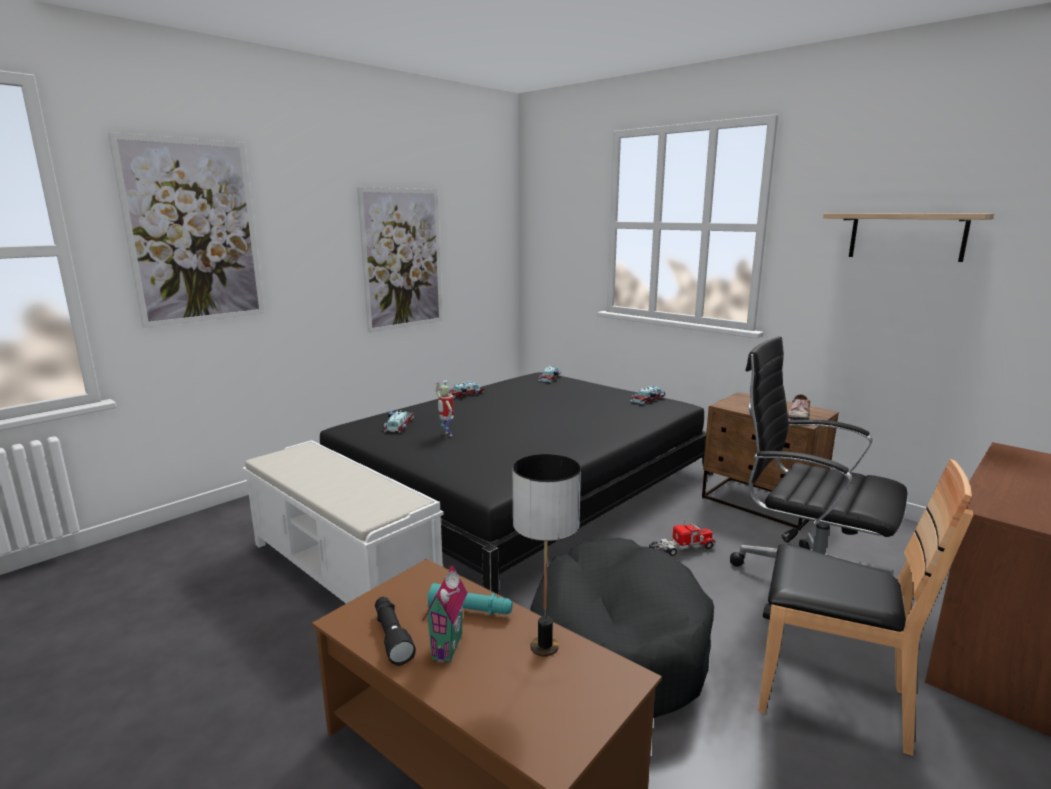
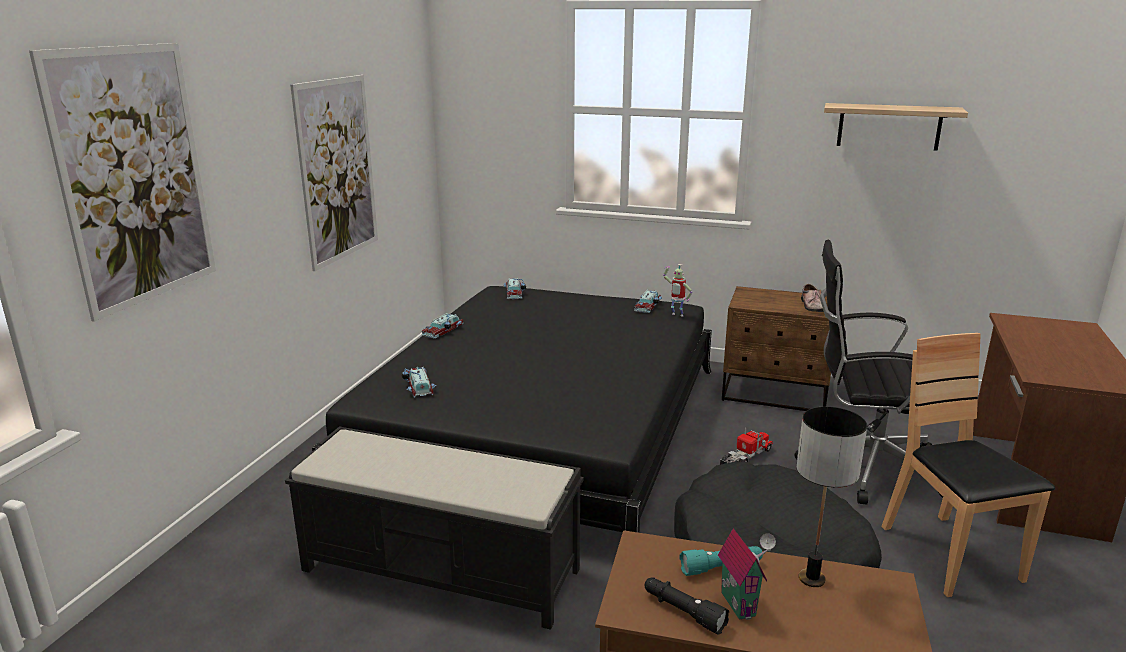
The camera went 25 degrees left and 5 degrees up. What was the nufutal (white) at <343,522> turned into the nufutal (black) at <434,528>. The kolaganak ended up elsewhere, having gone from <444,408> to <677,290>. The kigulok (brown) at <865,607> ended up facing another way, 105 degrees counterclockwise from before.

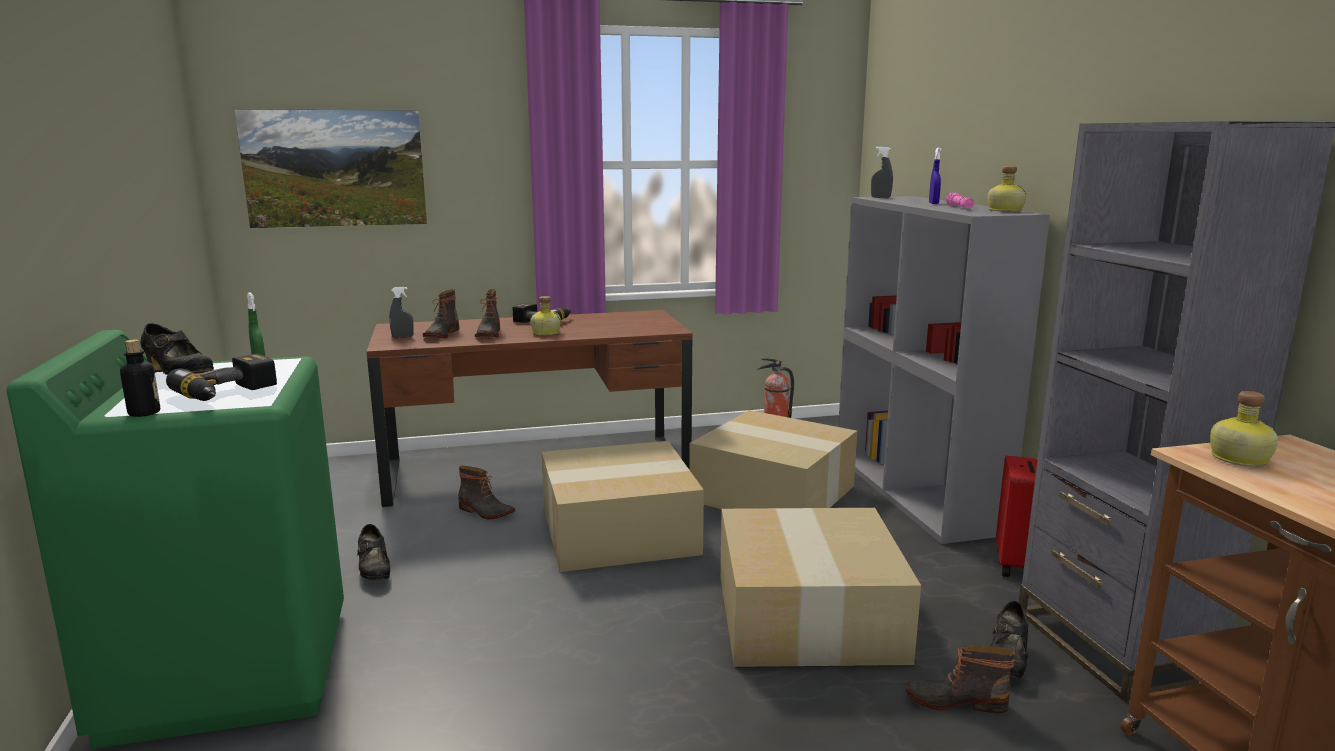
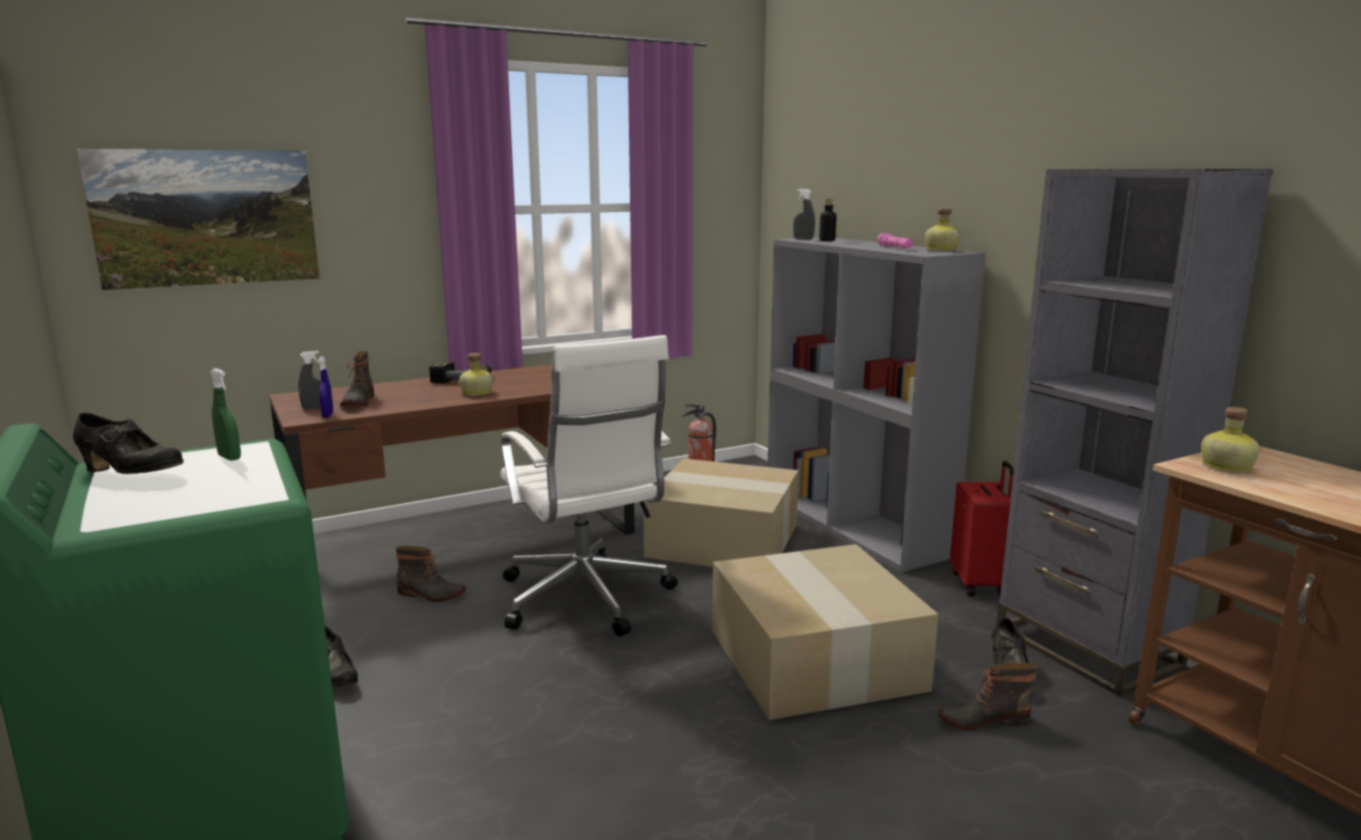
The camera went 15 degrees left and 0 degrees up. The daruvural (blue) ended up elsewhere, having gone from <935,176> to <325,387>. Where the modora stood at <623,506>, the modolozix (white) came to stand at <589,485>. The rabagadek ended up elsewhere, having gone from <140,378> to <828,220>. The second view lost the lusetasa at <221,377>. The second view lost the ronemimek at <487,313>.

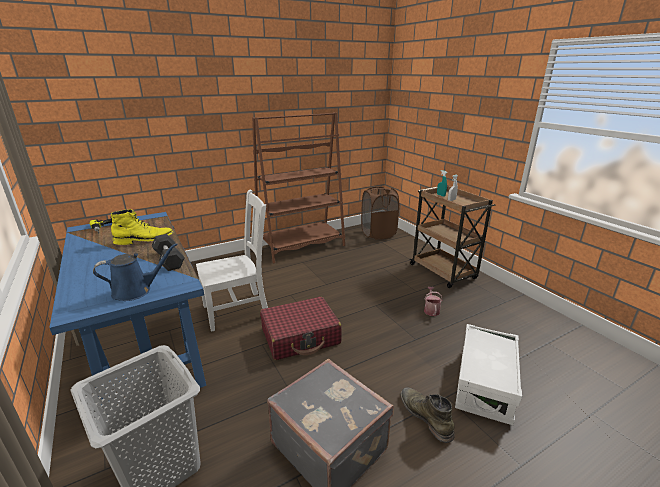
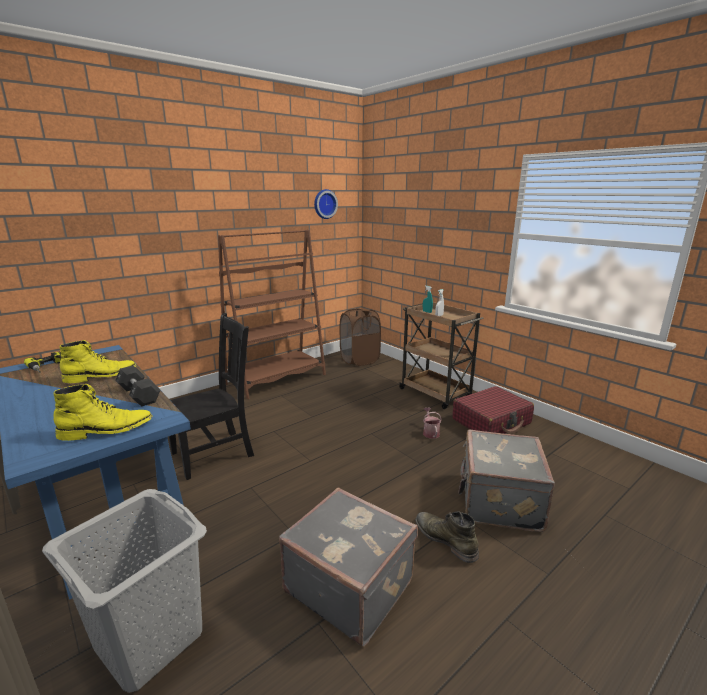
The camera went 10 degrees left and 5 degrees down. Where the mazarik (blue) stood at <135,272>, the ronemimek (yellow) came to stand at <103,412>. What was the kigulok (white) at <232,260> turned into the kigulok (black) at <211,396>. The second view gained the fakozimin at <326,204>. The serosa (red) ended up elsewhere, having gone from <301,328> to <493,410>. Where the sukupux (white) stood at <488,374>, the serosa (grey) came to stand at <506,480>.

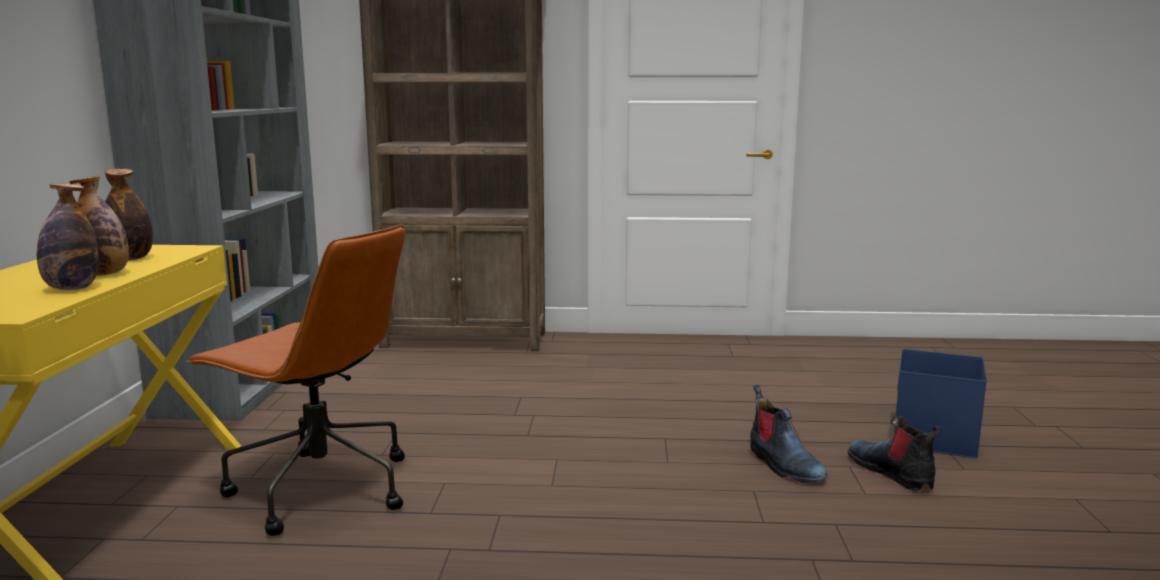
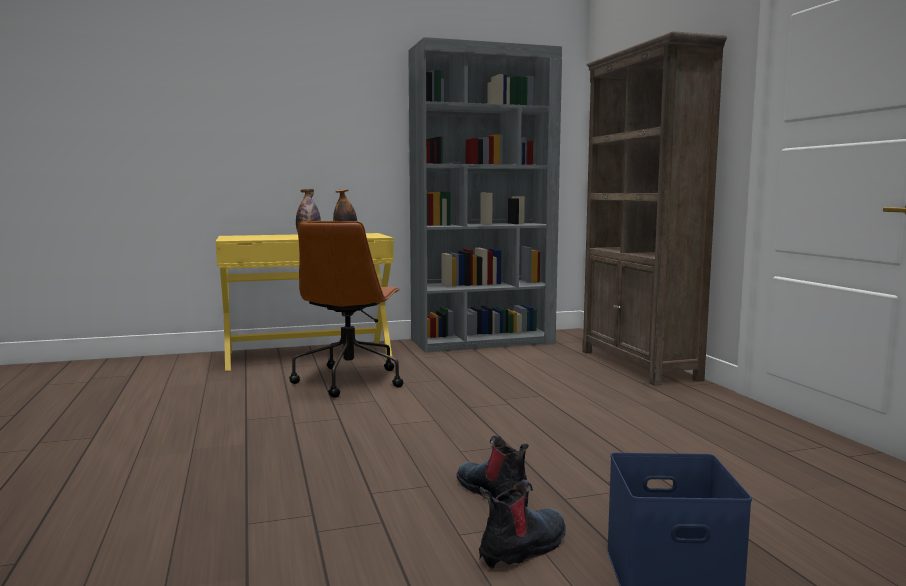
The camera went 70 degrees right and 5 degrees down. The ronemimek at <789,434> ended up facing another way, 105 degrees clockwise from before. The second view lost the rabagadek at <68,237>.

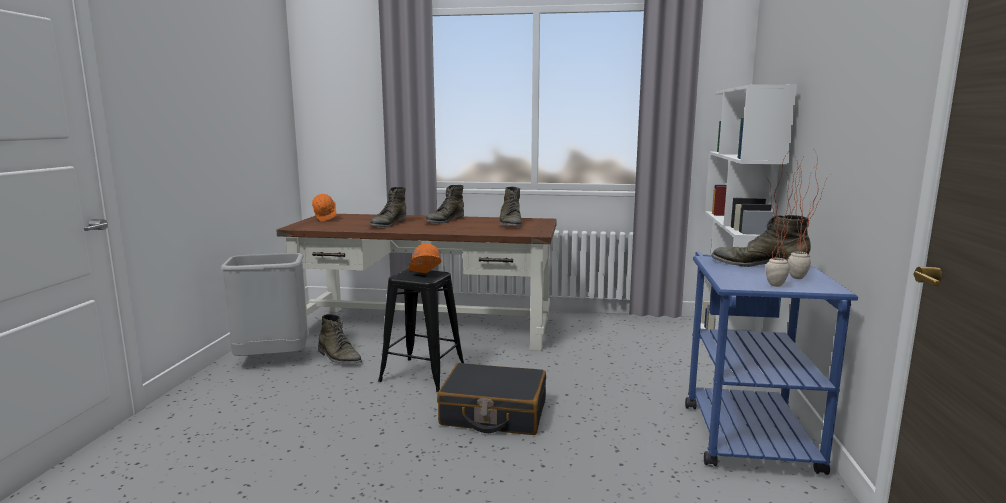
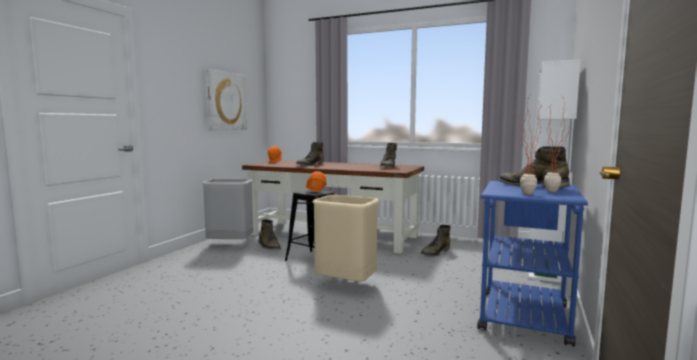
The camera went 15 degrees right and 5 degrees down. The second view gained the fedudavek at <226,99>. Where the serosa (black) stood at <491,399>, the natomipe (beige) came to stand at <345,238>. The ronemimek (green) ended up elsewhere, having gone from <444,204> to <436,241>.

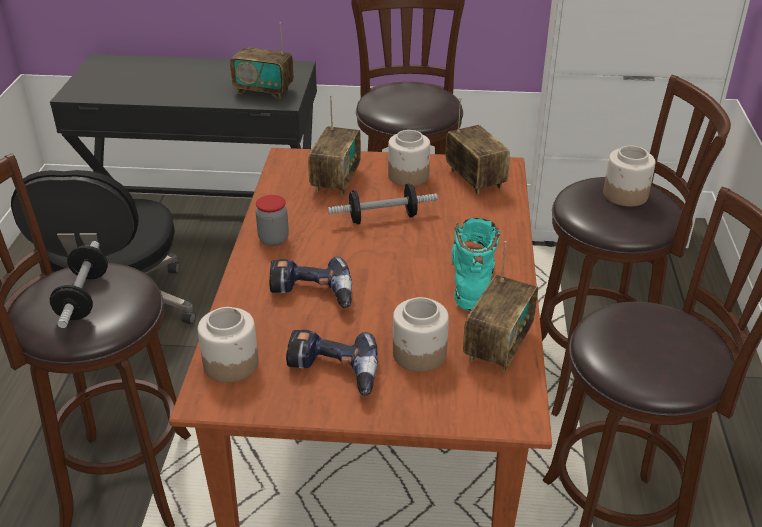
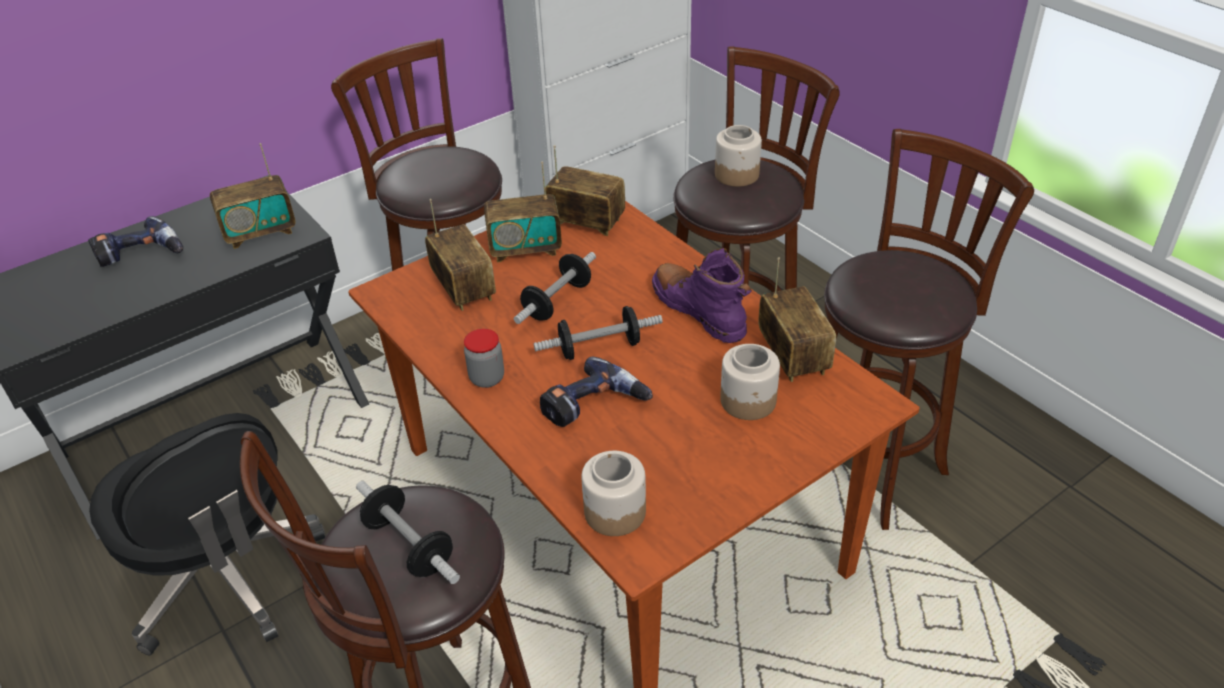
The camera went 40 degrees left and 5 degrees up. The lusetasa ended up elsewhere, having gone from <332,363> to <135,241>. Where the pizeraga stood at <409,158>, the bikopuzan came to stand at <523,211>. The second view gained the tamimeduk at <598,333>. What was the ronemimek (turquoise) at <475,264> turned into the ronemimek (purple) at <702,295>.

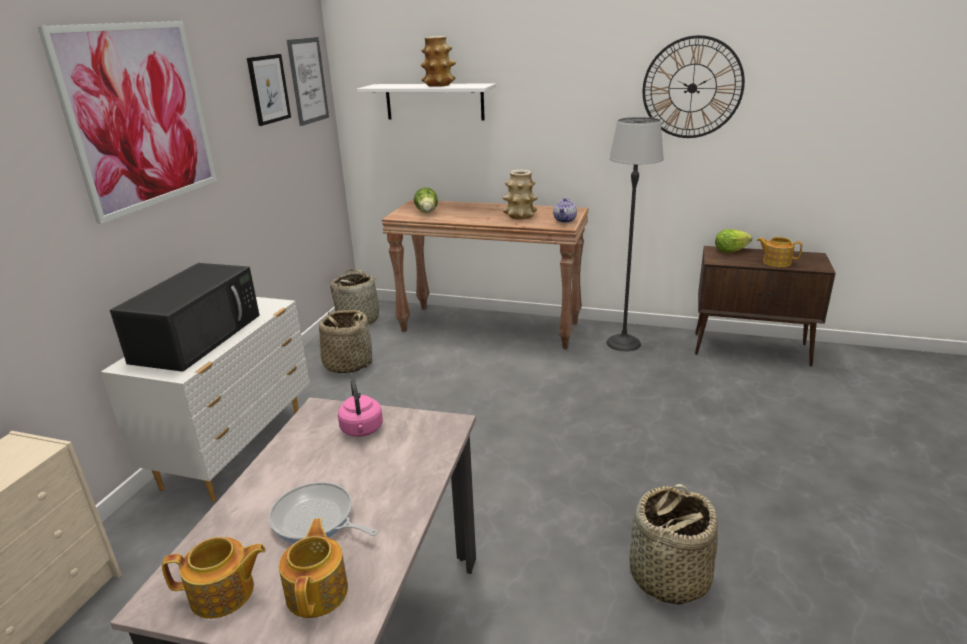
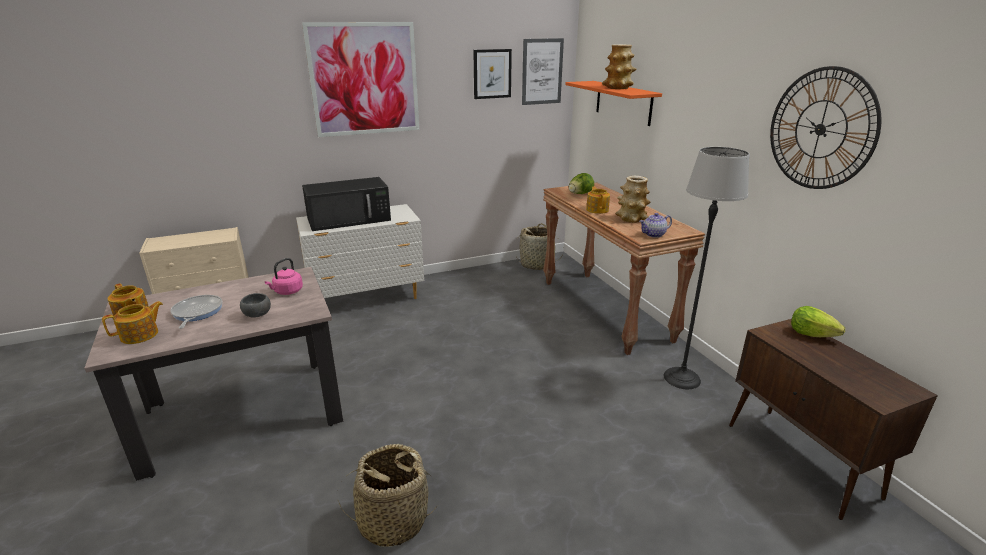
The camera went 50 degrees right and 0 degrees up. The second view gained the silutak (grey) at <255,305>. What was the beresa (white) at <426,102> turned into the beresa (orange) at <614,103>. The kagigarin ended up elsewhere, having gone from <779,252> to <598,200>. The second view lost the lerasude at <345,341>.

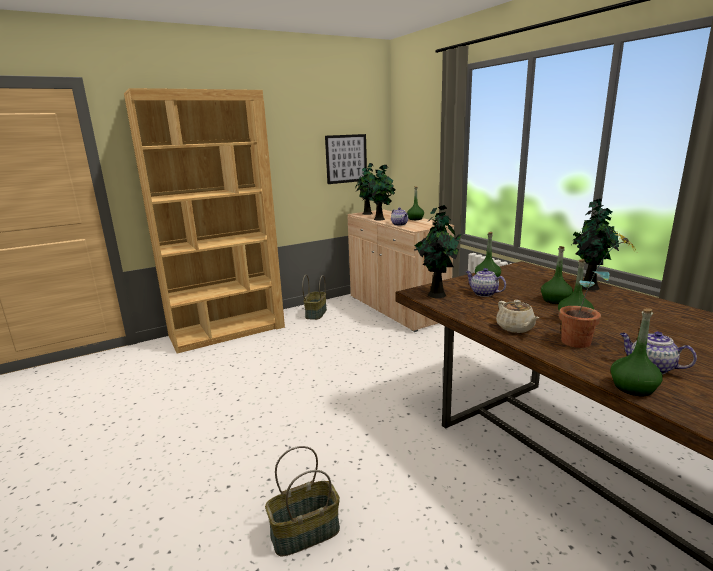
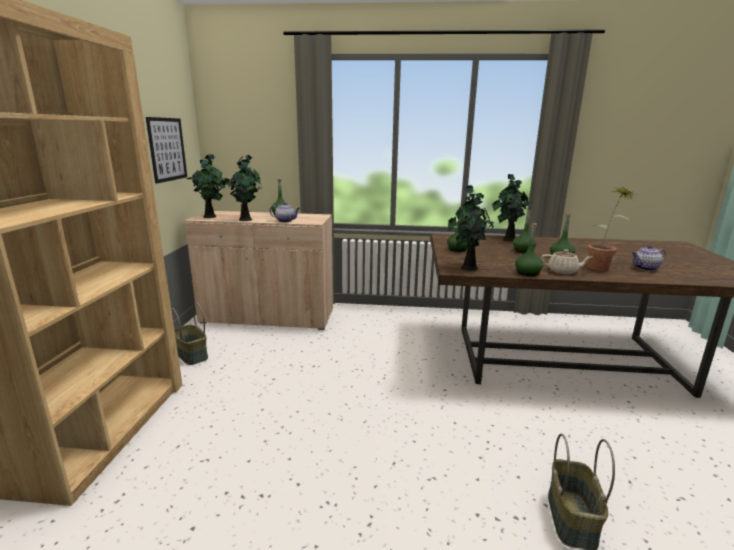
The camera went 55 degrees left and 0 degrees up. The rabagadek (green) ended up elsewhere, having gone from <636,352> to <529,249>. The second view lost the kagigarin at <485,282>.

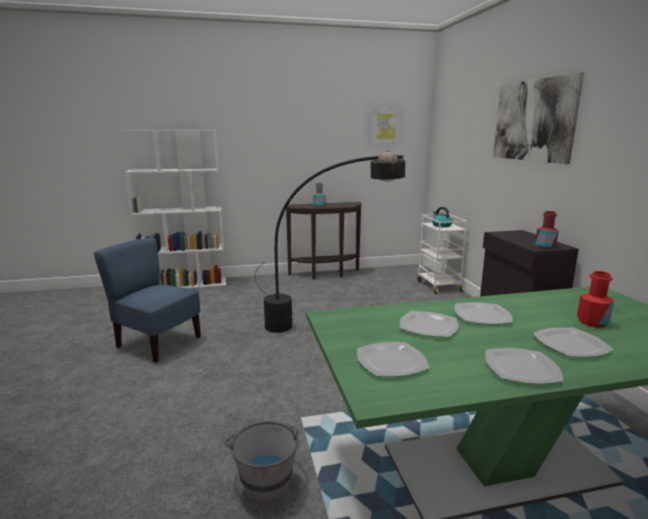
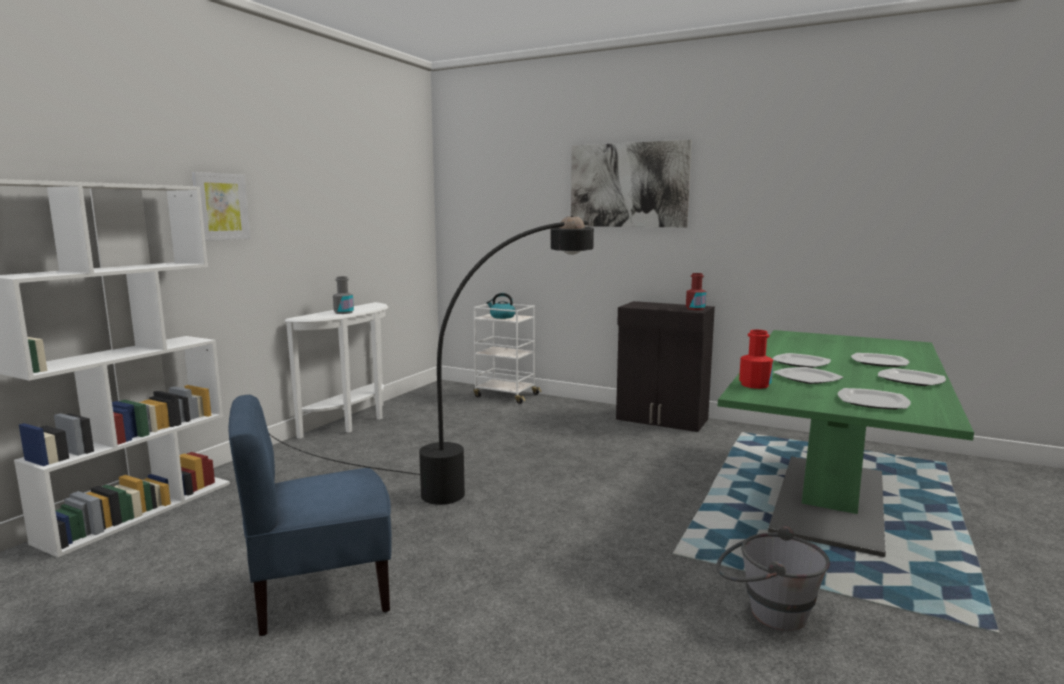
The camera went 50 degrees left and 5 degrees down. The fedudavek ended up elsewhere, having gone from <386,126> to <220,206>. What was the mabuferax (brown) at <324,240> turned into the mabuferax (white) at <336,370>. The rabagadek (red) ended up elsewhere, having gone from <595,299> to <756,359>.

